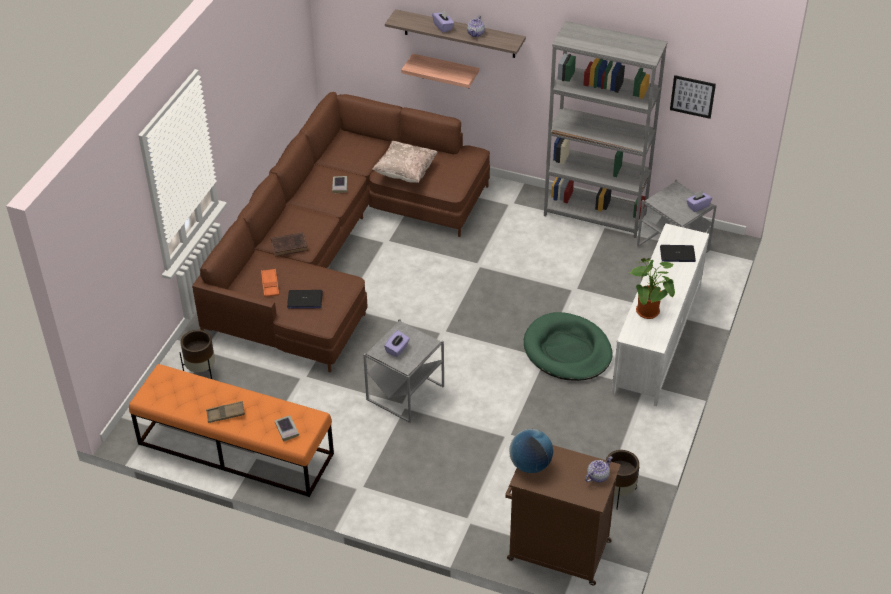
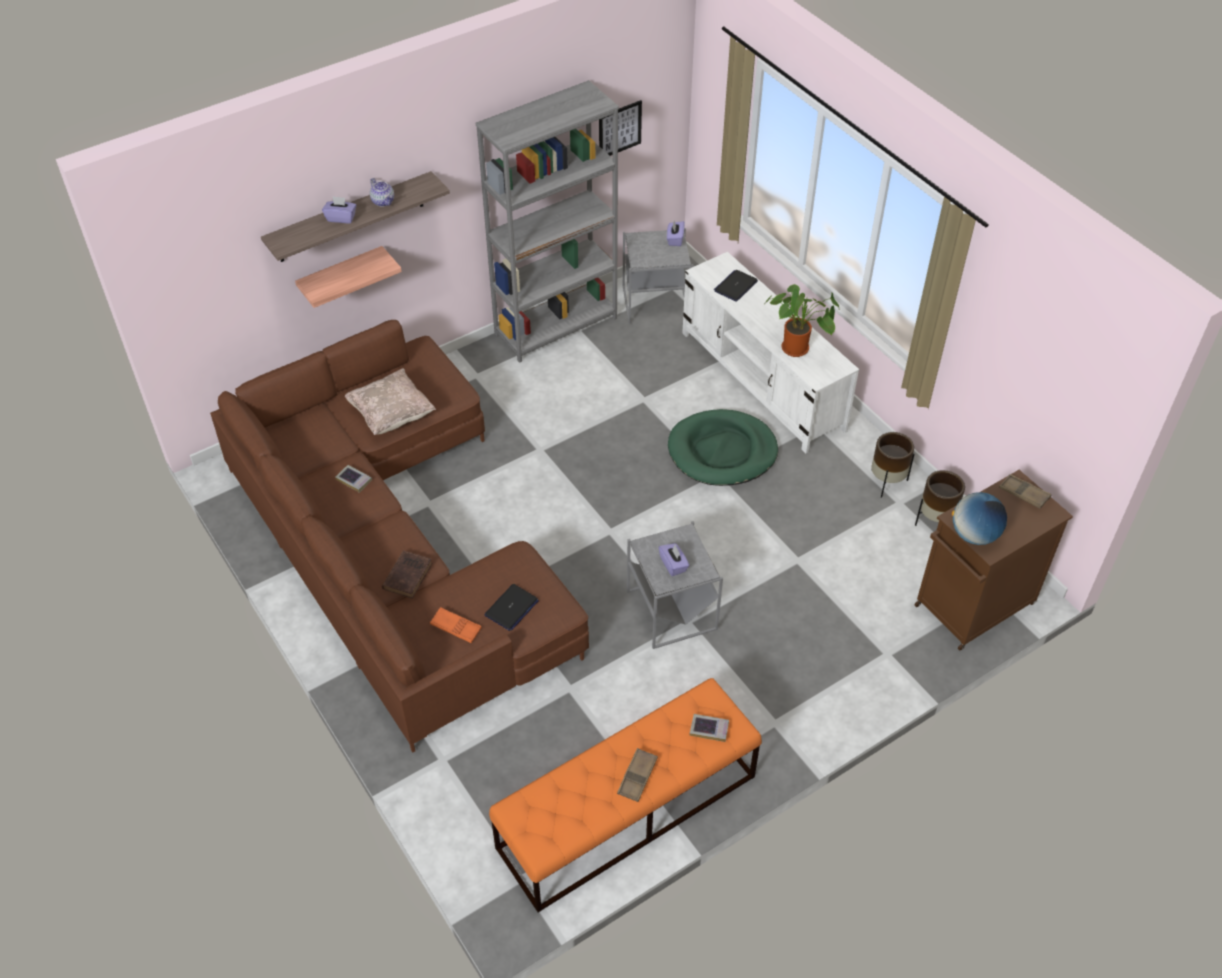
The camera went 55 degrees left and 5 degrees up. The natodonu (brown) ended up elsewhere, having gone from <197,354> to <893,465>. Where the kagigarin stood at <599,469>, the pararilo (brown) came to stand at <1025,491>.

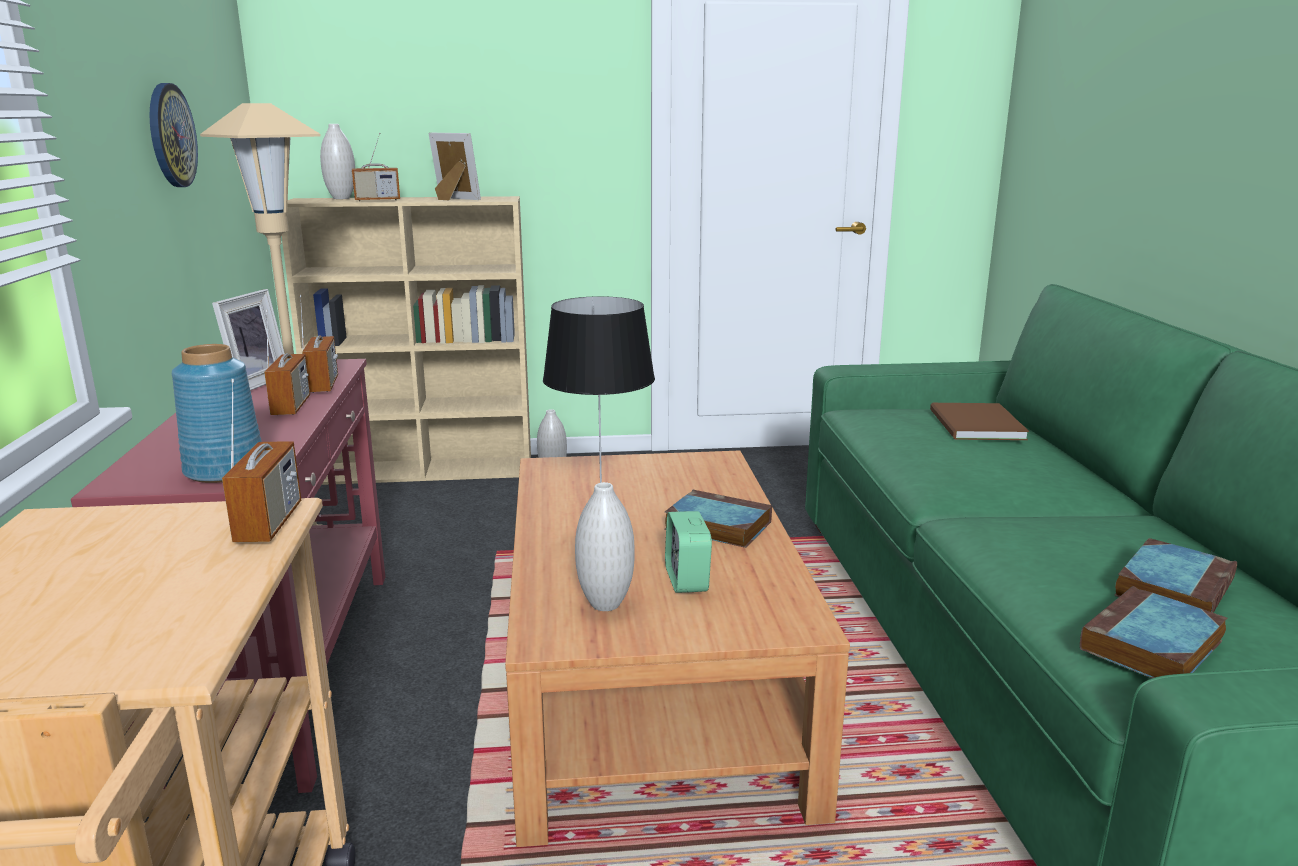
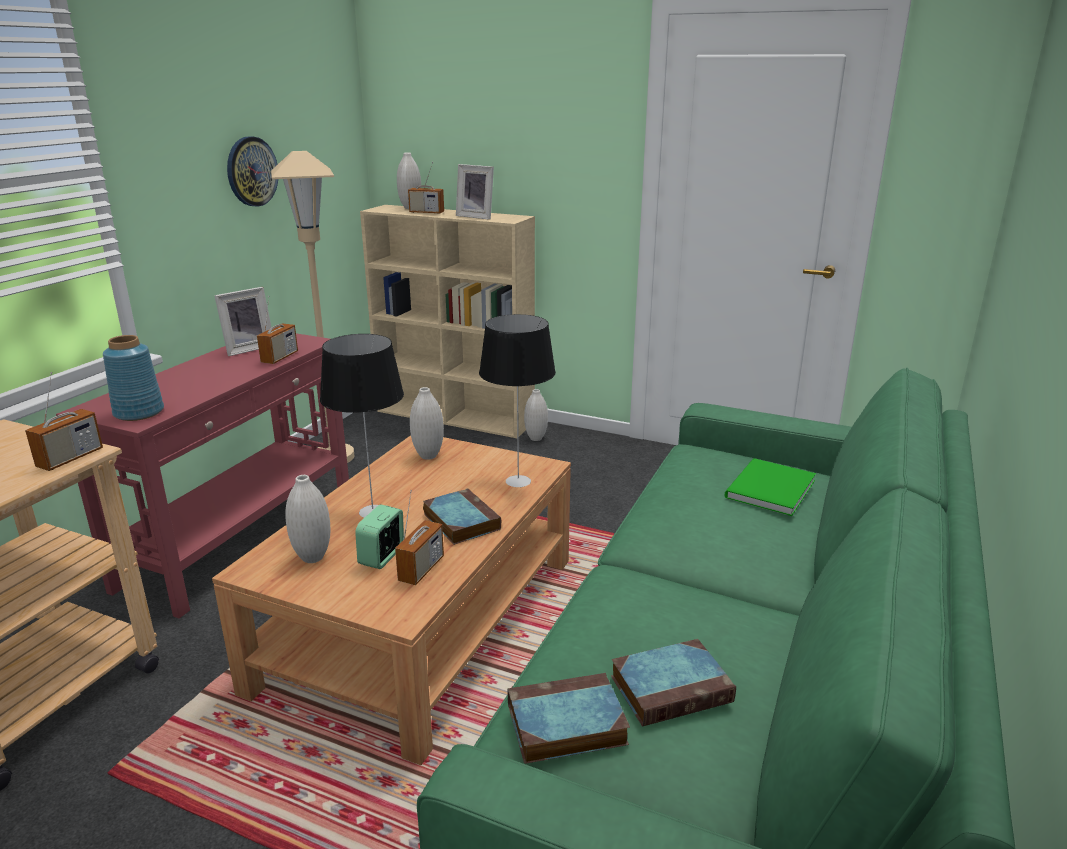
The camera went 30 degrees right and 5 degrees up. The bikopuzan ended up elsewhere, having gone from <287,362> to <419,537>. The second view gained the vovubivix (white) at <427,423>. The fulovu at <454,166> ended up facing another way, 150 degrees clockwise from before. The second view gained the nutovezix at <517,400>. What was the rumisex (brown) at <979,421> turned into the rumisex (green) at <770,487>.

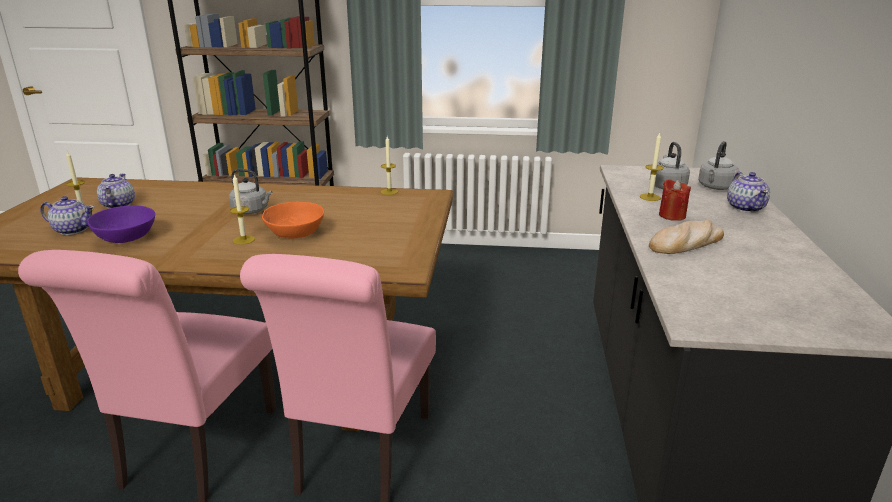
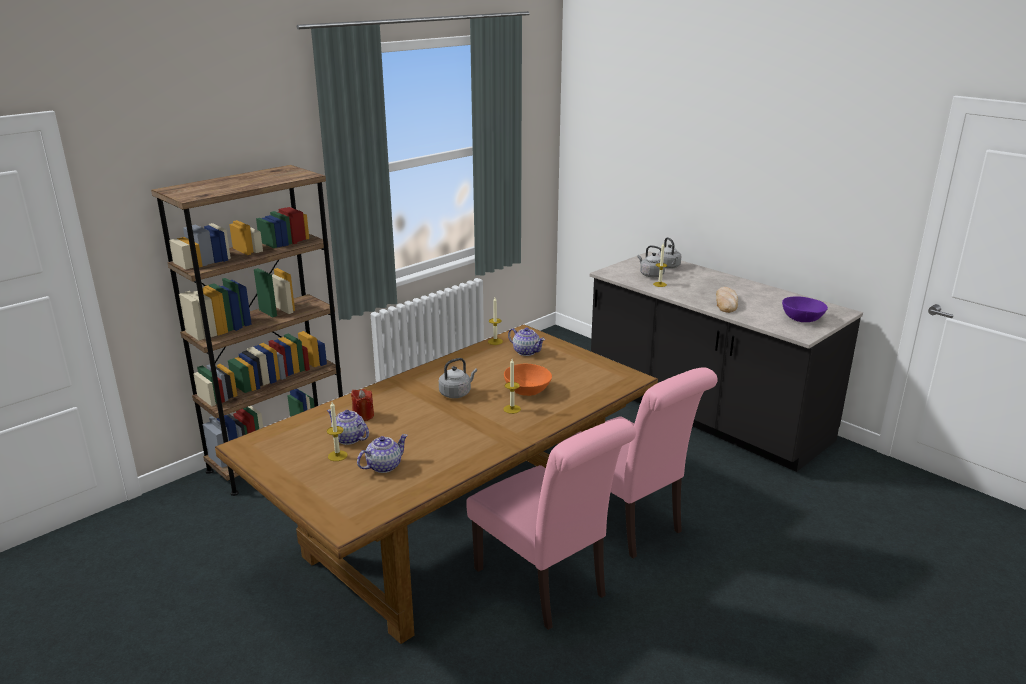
The camera went 50 degrees left and 0 degrees up. The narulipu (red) ended up elsewhere, having gone from <675,200> to <362,405>. The kagigarin ended up elsewhere, having gone from <748,192> to <526,341>. The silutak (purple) ended up elsewhere, having gone from <121,224> to <805,309>.

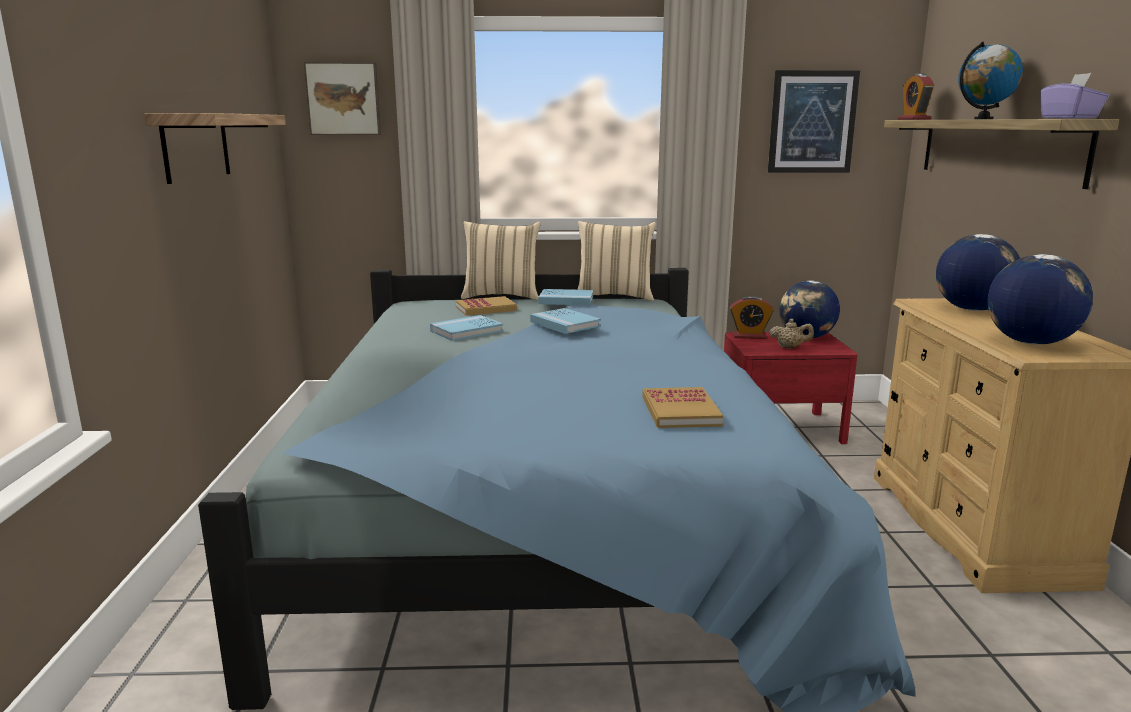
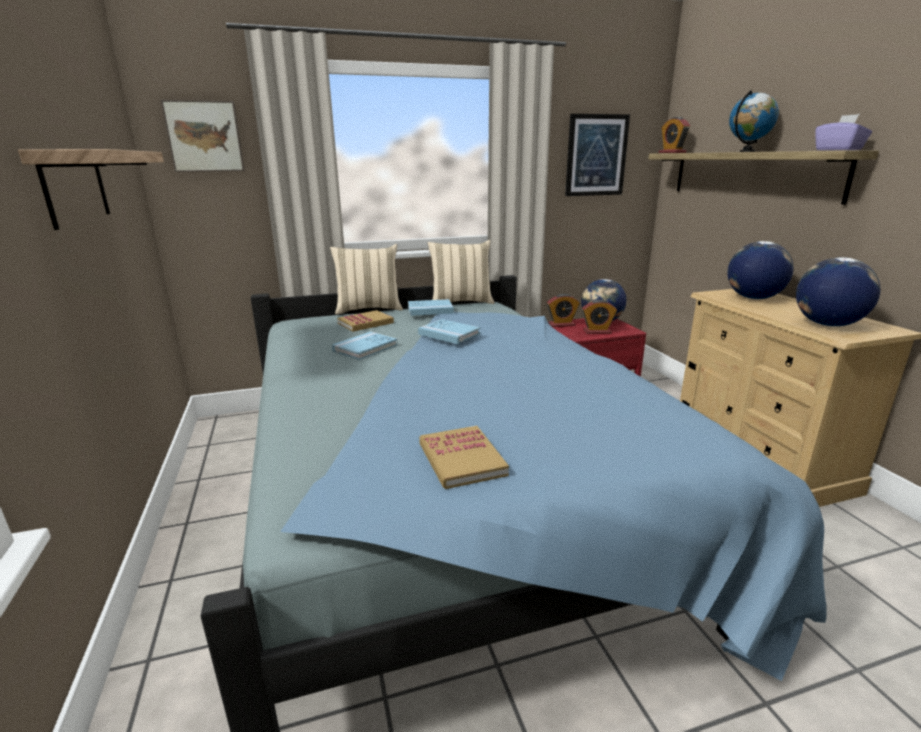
The camera went 15 degrees left and 5 degrees up. The rumisex ended up elsewhere, having gone from <682,407> to <464,457>. Where the kagigarin (beige) stood at <791,333>, the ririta came to stand at <599,317>.

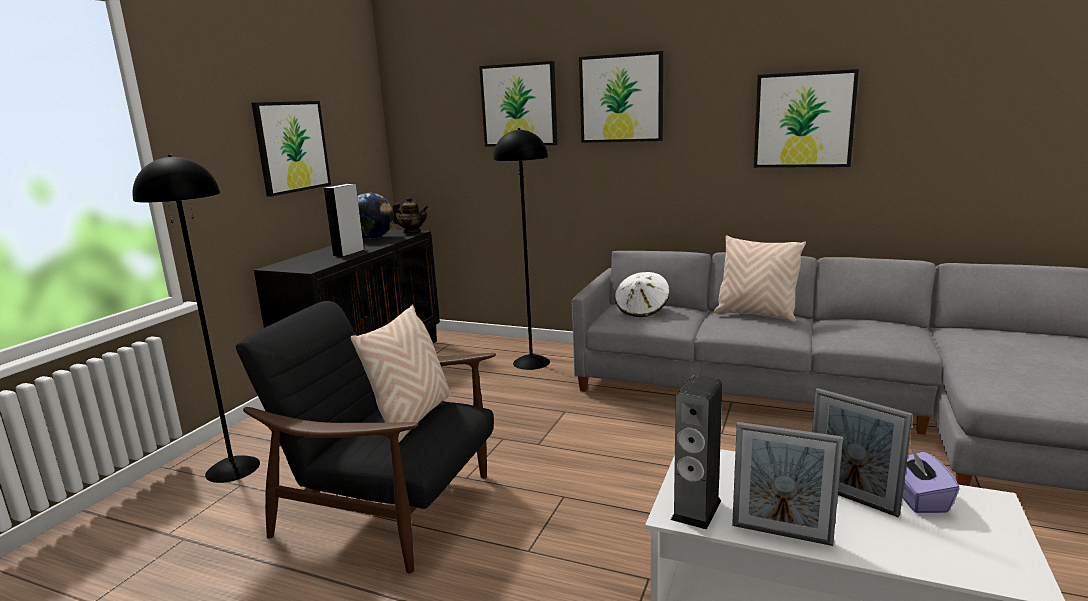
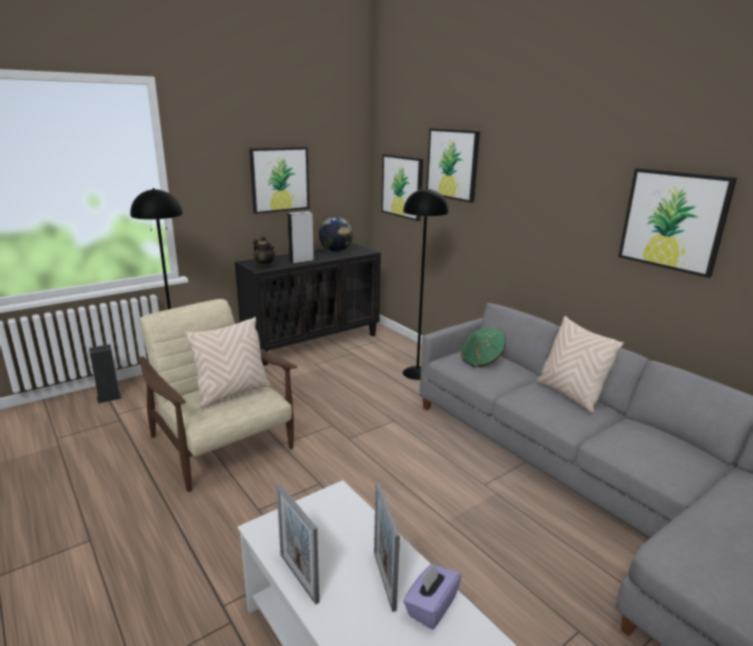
The camera went 30 degrees right and 5 degrees up. The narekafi ended up elsewhere, having gone from <696,452> to <105,374>. What was the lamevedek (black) at <366,437> turned into the lamevedek (beige) at <218,395>. The kagigarin ended up elsewhere, having gone from <411,215> to <264,252>. The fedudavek ended up elsewhere, having gone from <621,97> to <402,187>. What was the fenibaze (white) at <642,294> turned into the fenibaze (green) at <483,347>.

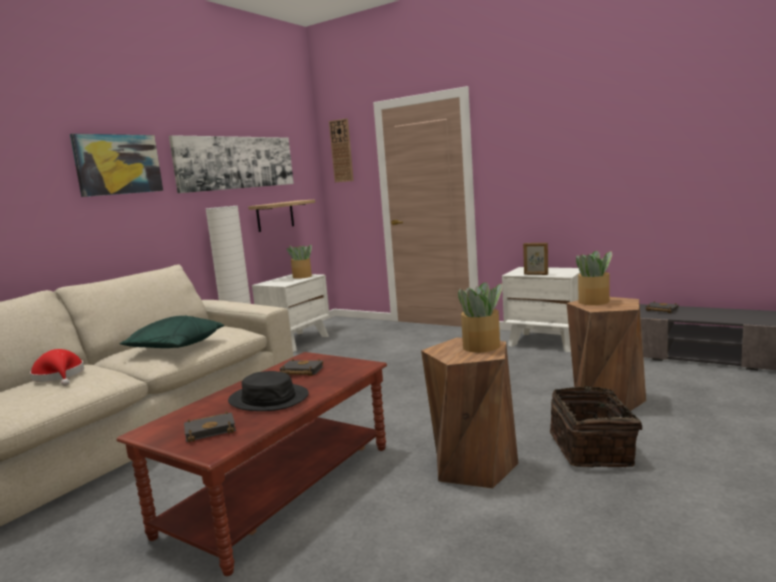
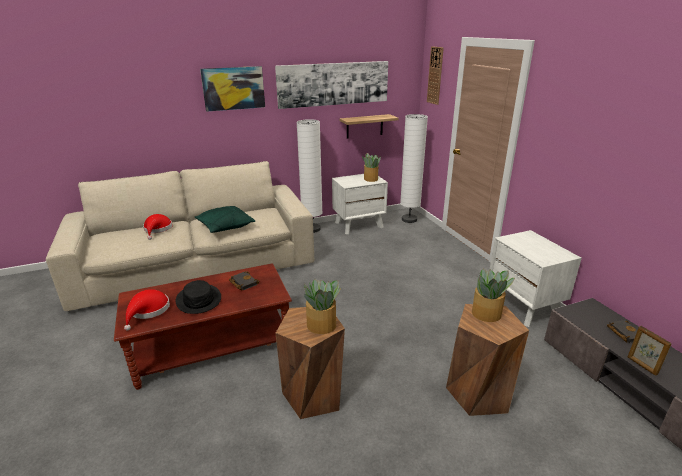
The camera went 35 degrees right and 15 degrees up. Where the rumisex (black) stood at <210,427>, the fenibaze (red) came to stand at <147,310>. The second view gained the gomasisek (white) at <414,168>. The fulovu ended up elsewhere, having gone from <535,259> to <650,351>. The second view lost the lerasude at <596,426>.

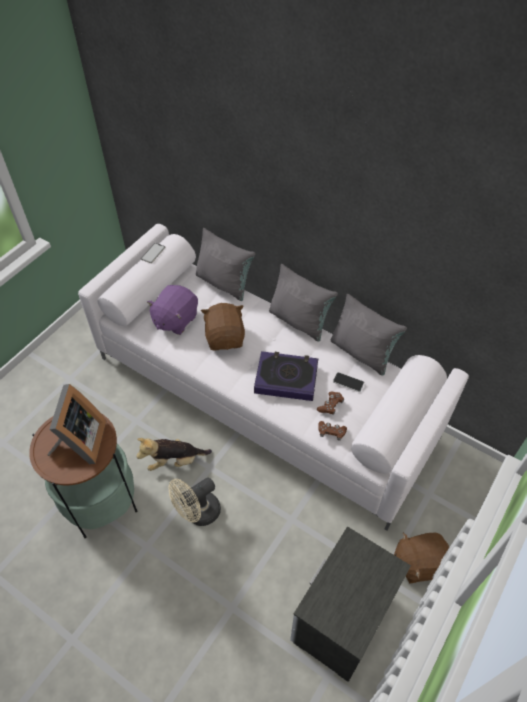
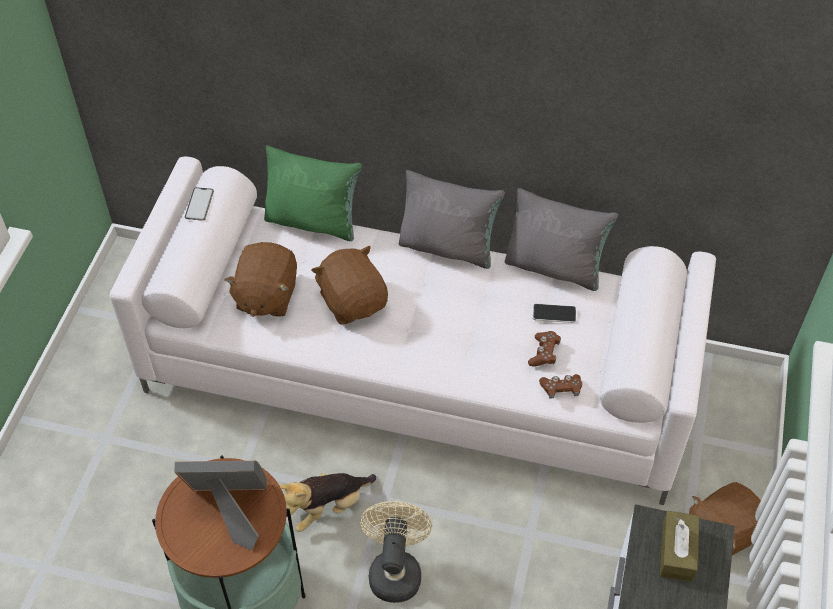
The camera went 20 degrees left and 0 degrees up. The fulovu at <76,424> ended up facing another way, 75 degrees counterclockwise from before. What was the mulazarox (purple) at <172,310> turned into the mulazarox (brown) at <260,279>. What was the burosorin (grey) at <225,264> turned into the burosorin (green) at <313,193>. The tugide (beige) at <195,501> ended up facing another way, 150 degrees clockwise from before. The second view gained the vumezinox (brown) at <679,546>. The second view lost the rumisex at <286,376>.

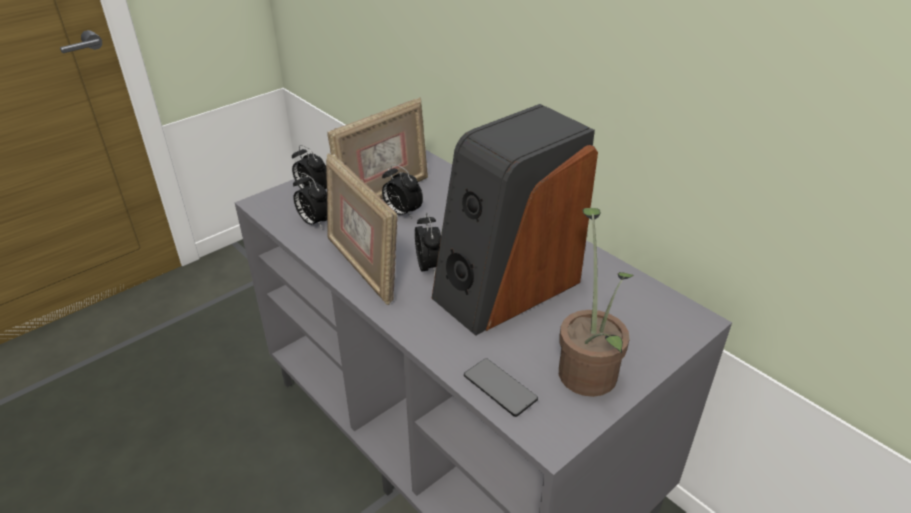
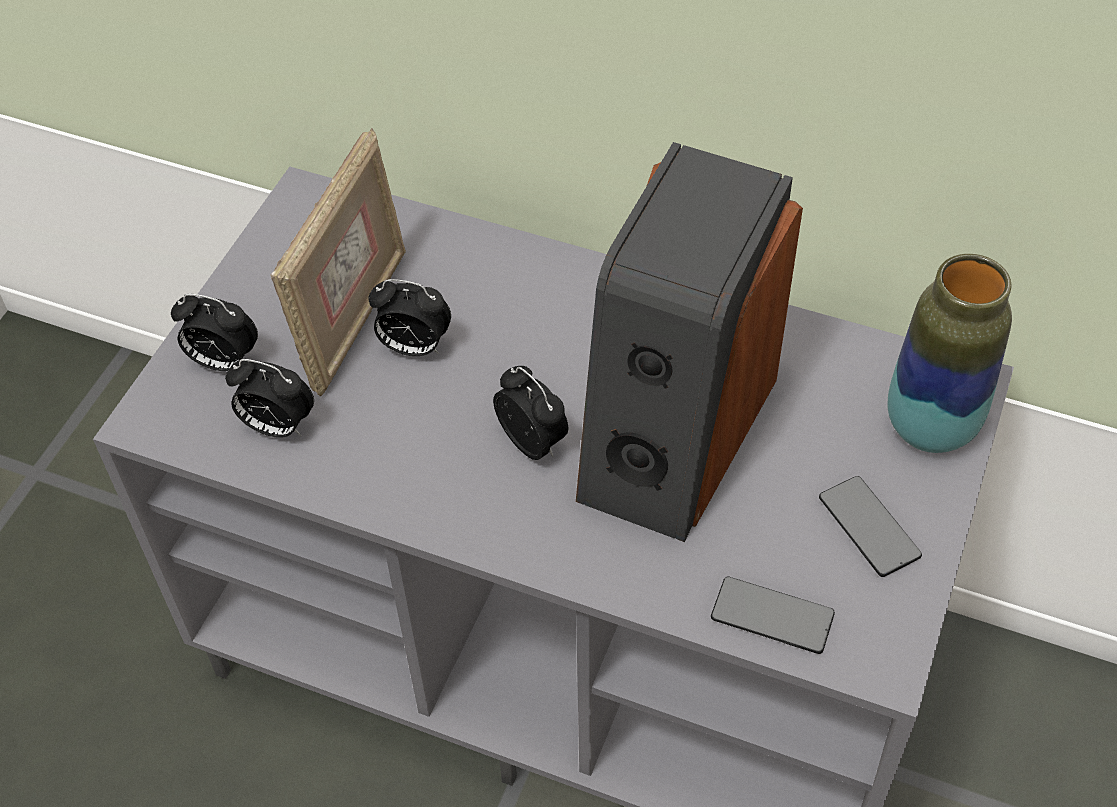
The camera went 25 degrees left and 15 degrees up. Where the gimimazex stood at <596,302>, the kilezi came to stand at <870,526>. The second view gained the vovubivix at <950,353>. The second view lost the fulovu at <361,229>.

